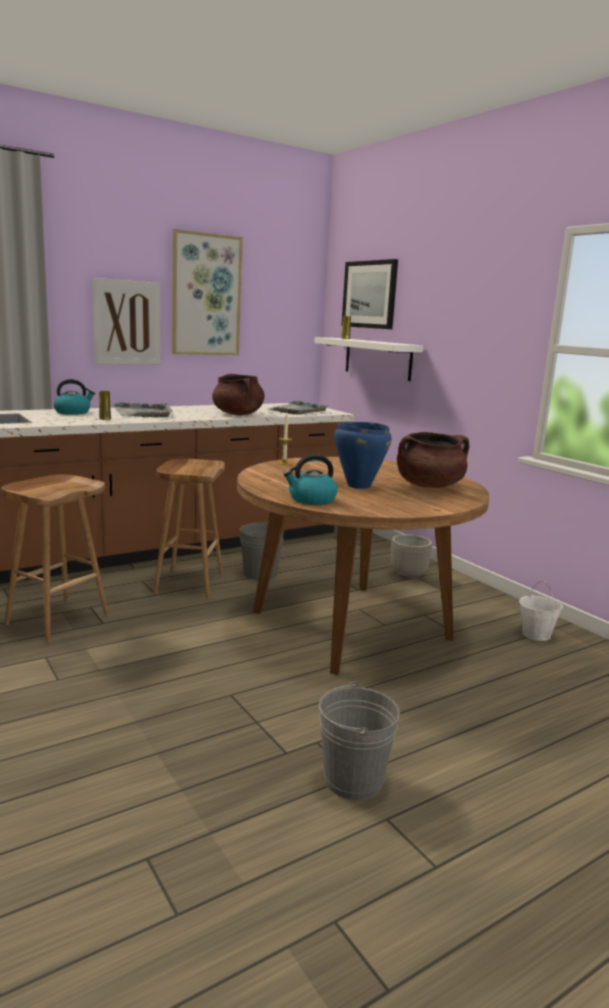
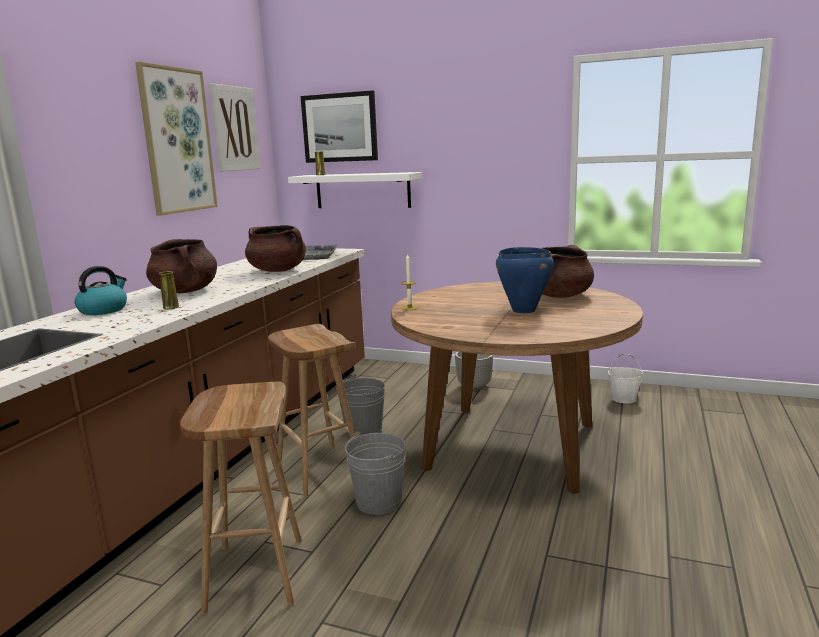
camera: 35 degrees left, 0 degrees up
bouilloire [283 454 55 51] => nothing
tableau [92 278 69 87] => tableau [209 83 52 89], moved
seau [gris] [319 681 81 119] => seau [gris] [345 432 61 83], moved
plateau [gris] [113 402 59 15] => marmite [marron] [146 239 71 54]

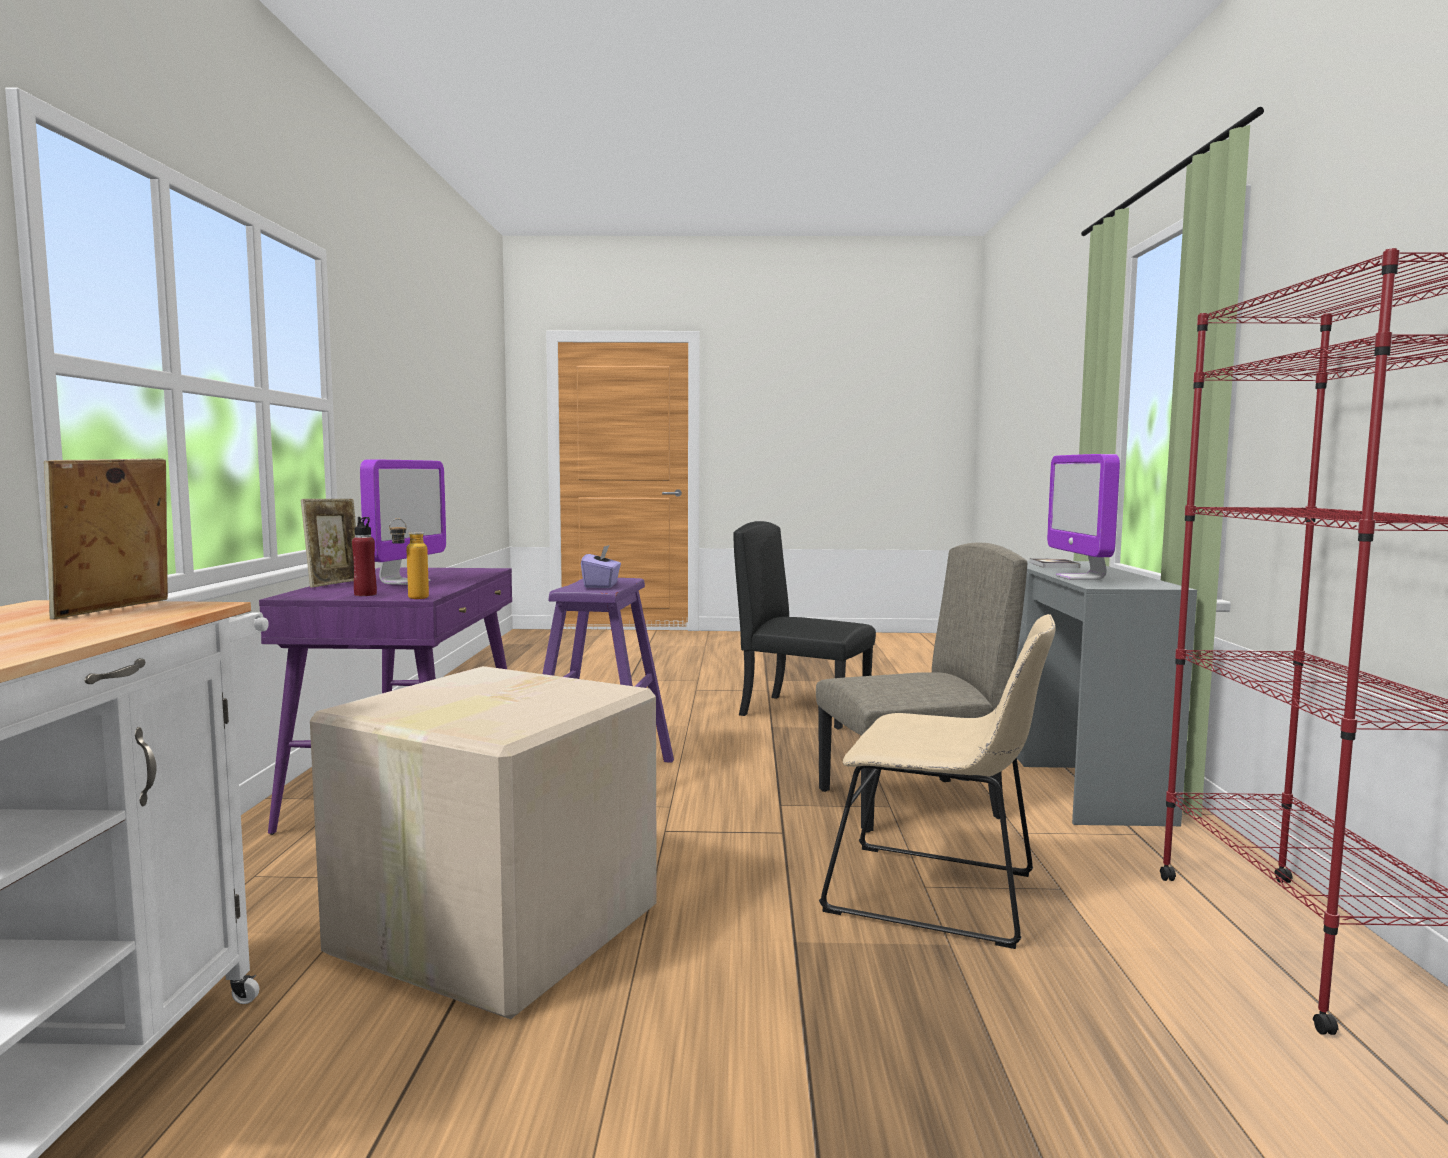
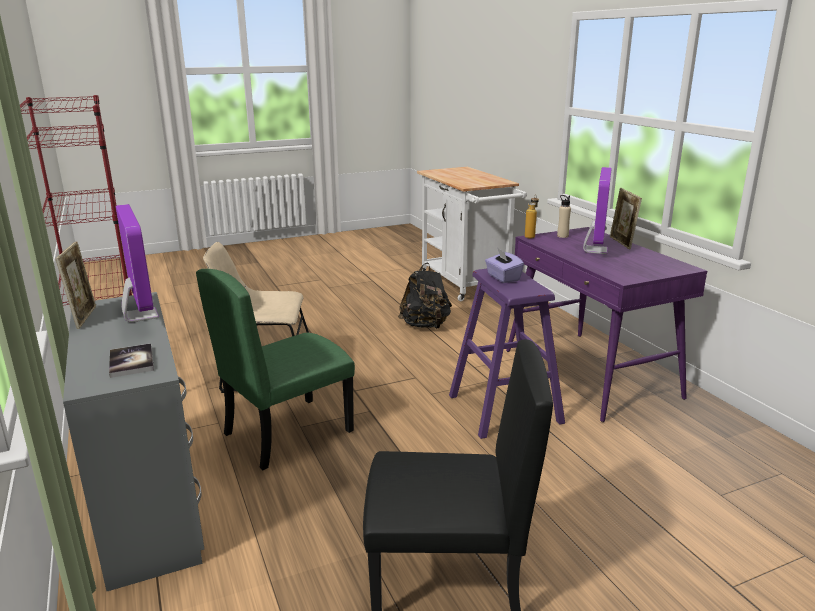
camera: 155 degrees right, 15 degrees up
cadre photo [44 458 124 161] => cadre photo [55 241 41 88], moved
carton [310 666 347 353] => sac à dos [noir] [398 263 54 66]
bouteille [rouge] [352 517 25 79] => bouteille [beige] [557 195 14 43]
chaise [beige] [816 542 211 291] => chaise [vert] [196 269 159 201]
écran d'ordinateur [360 460 86 125] => écran d'ordinateur [583 167 29 87], 150 degrees counterclockwise

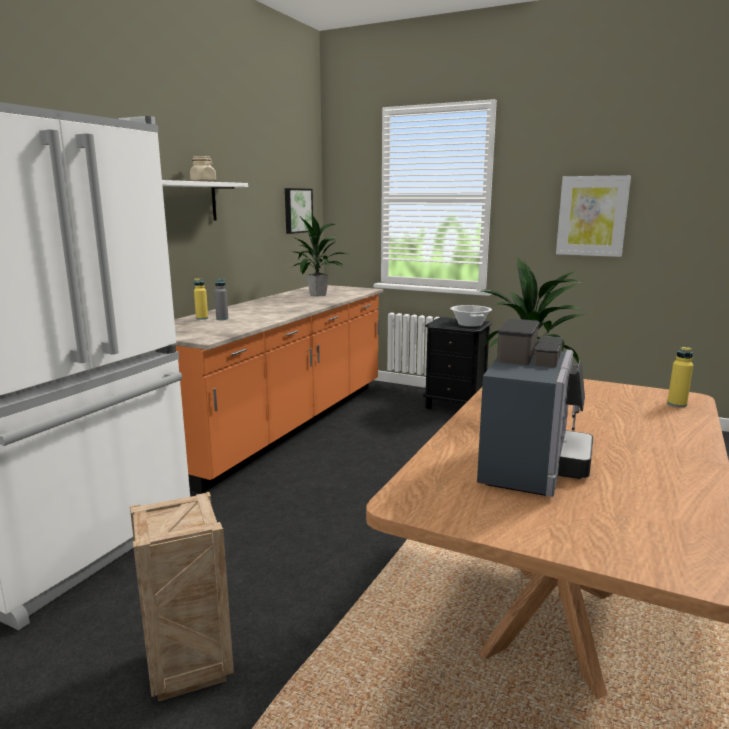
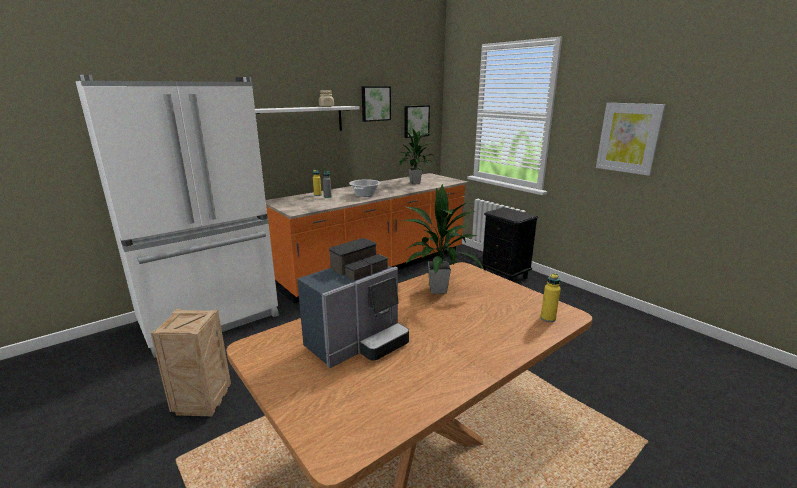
camera: 25 degrees right, 5 degrees up
nothing => tableau [362 86 29 36]
marmite [450 305 42 22] => marmite [349 179 32 18], moved

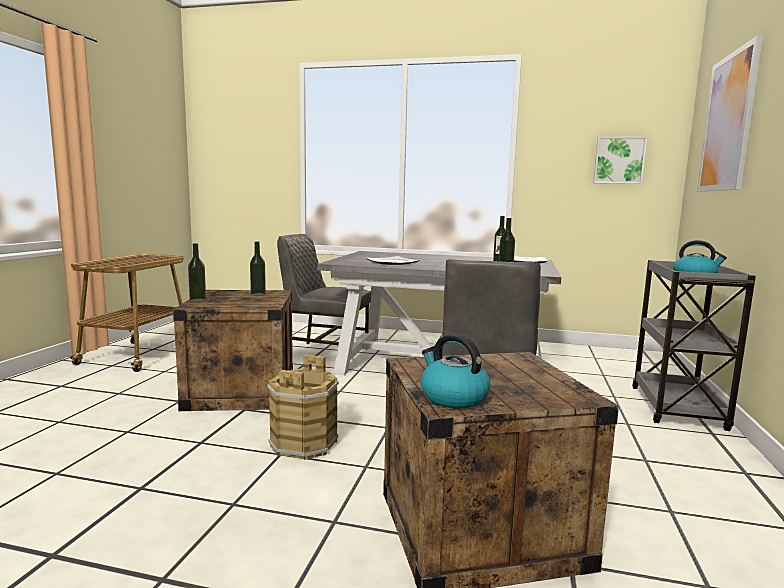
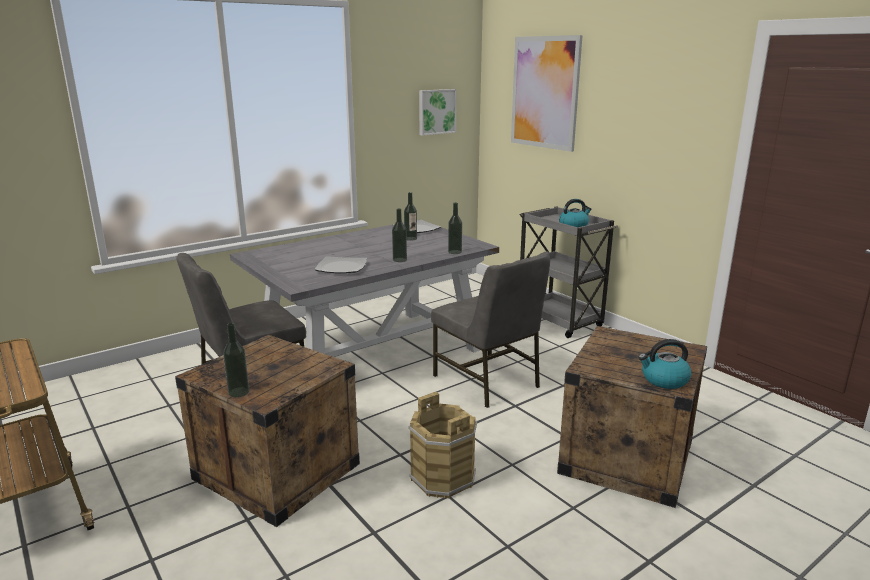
camera: 50 degrees left, 10 degrees up
bouteille [250 241 16 55] => bouteille [392 209 15 53], moved

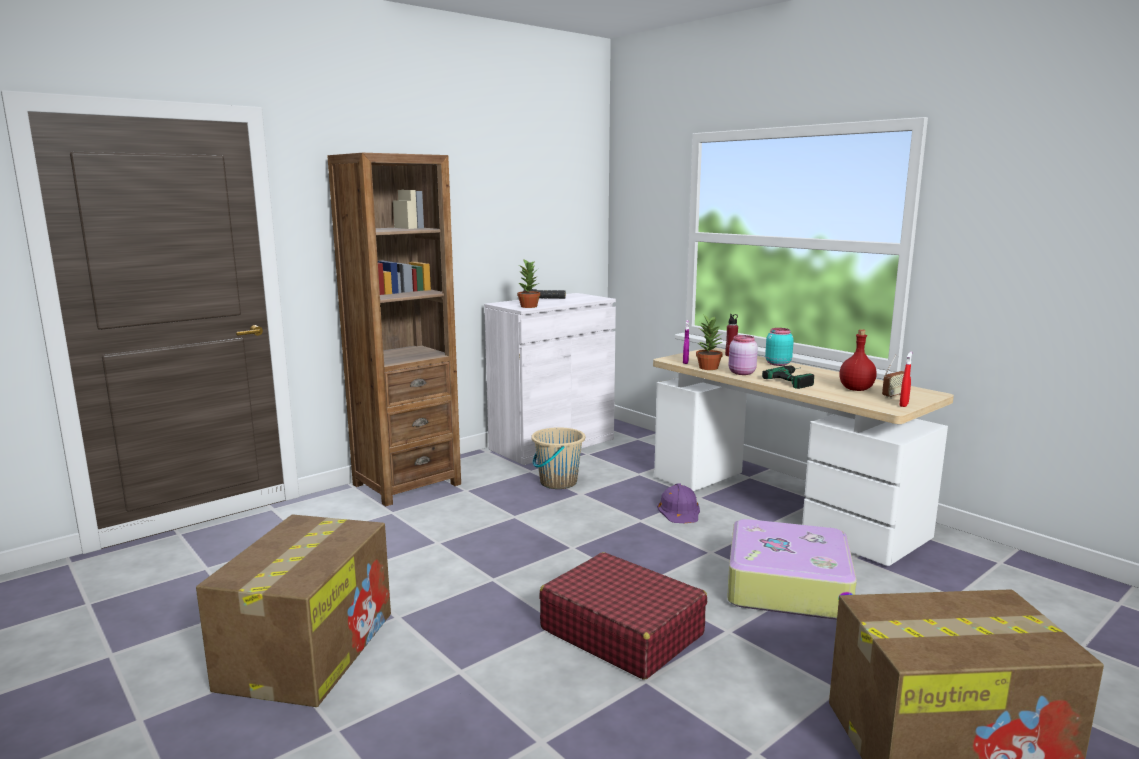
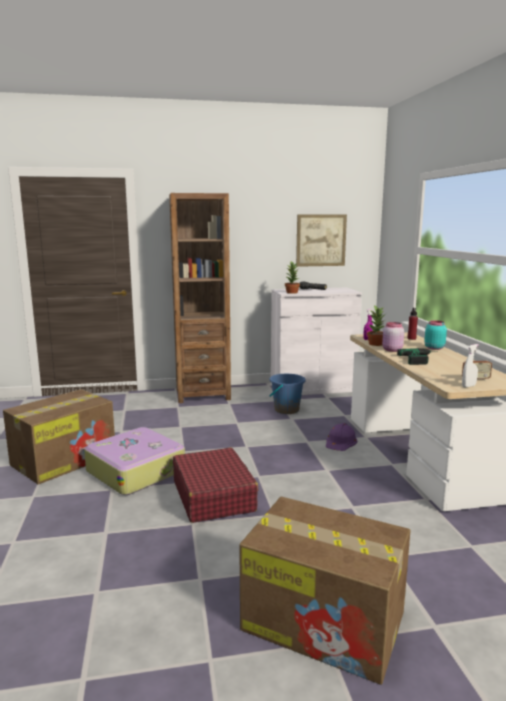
camera: 30 degrees right, 0 degrees up
bouteille [rouge] [839 329 38 62] => nothing
nothing => tableau [296 214 51 53]
valise [727 519 130 101] => valise [84 427 101 68], moved
seau [beige] [531 427 54 62] => seau [bleu] [269 374 36 40]
vaporisateur [rouge] [900 352 12 55] => vaporisateur [blanc] [462 344 17 44]

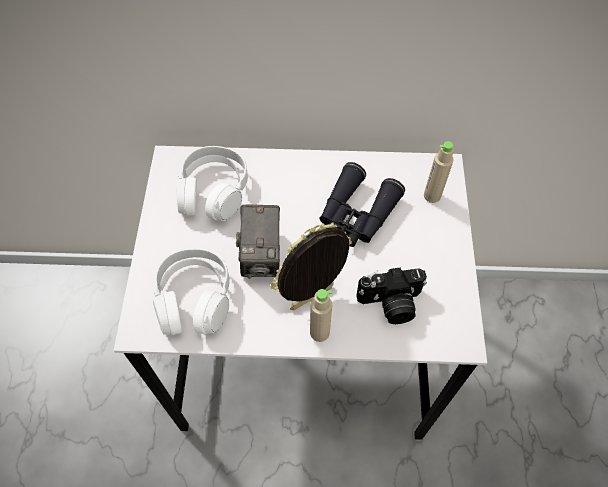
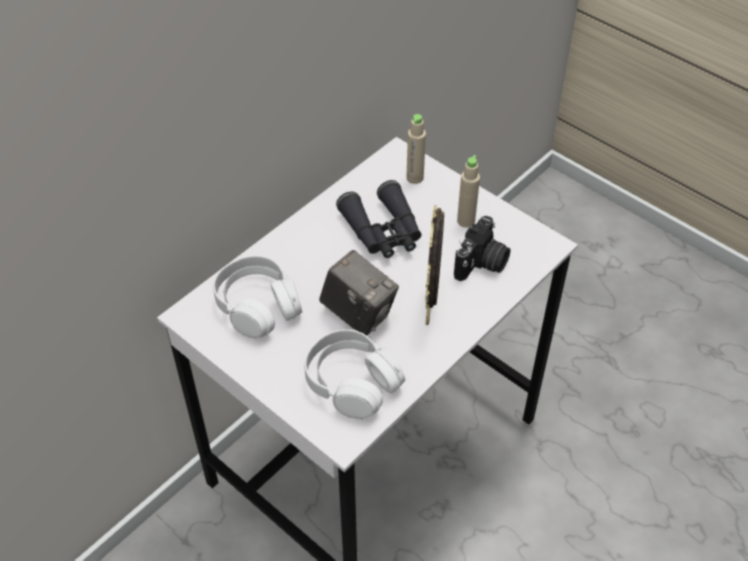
camera: 50 degrees left, 10 degrees down
bouteille [beige] [310 289 22 53] => bouteille [beige] [457 155 23 73], moved

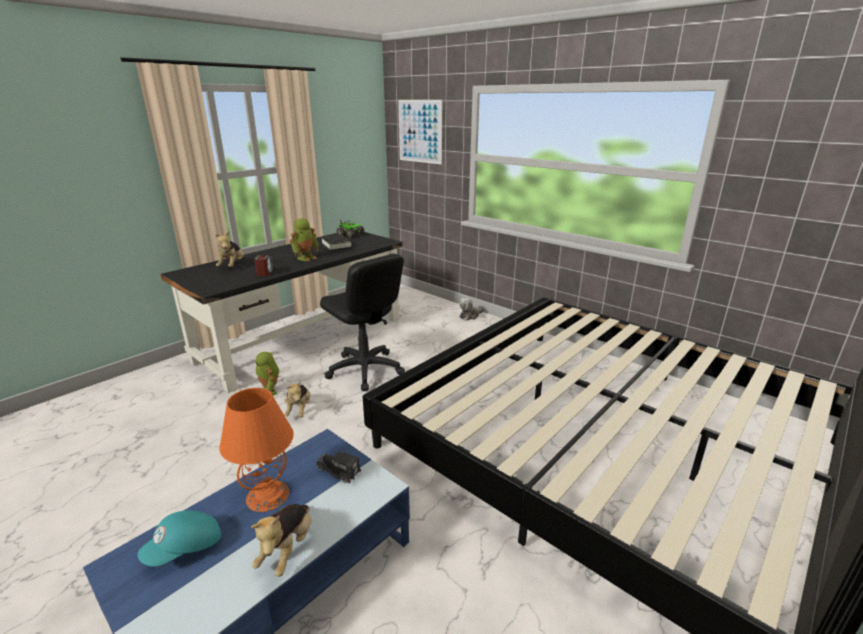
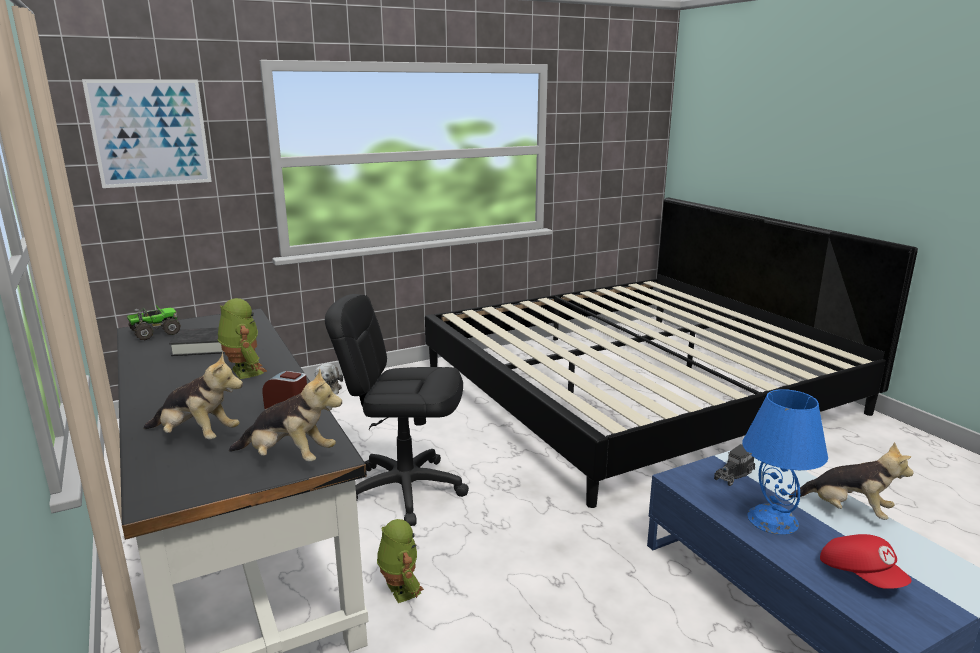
camera: 70 degrees left, 5 degrees down
peluche [284 381 27 37] => peluche [229 368 113 94], moved
casquette [turquoise] [138 510 83 57] => casquette [rouge] [820 534 92 55]
lampe de table [orange] [220 388 74 124] => lampe de table [bleu] [742 389 86 146]
robot jouet [255 352 24 44] => robot jouet [377 519 47 84], 105 degrees counterclockwise
chaise de bureau [noir] [320 254 85 137] => chaise de bureau [noir] [325 294 144 232], 150 degrees counterclockwise

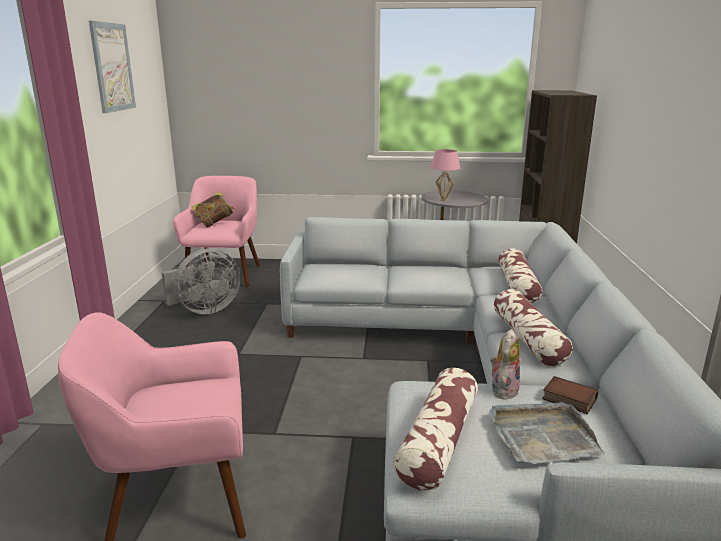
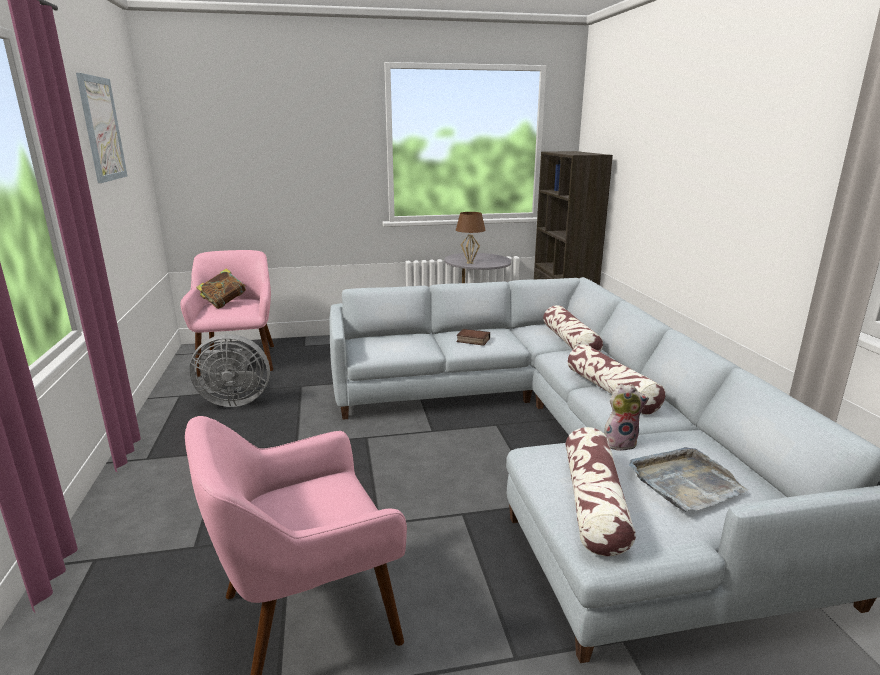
camera: 15 degrees left, 0 degrees up
livre [542 376 56 38] => livre [456 329 34 17], moved
lampe de table [rose] [430 149 30 52] => lampe de table [marron] [456 212 30 52]
ventilateur [gris] [162 248 78 66] => ventilateur [gris] [190 334 80 73], 45 degrees clockwise
peluche [491 329 29 71] => peluche [604 384 45 67], 75 degrees clockwise

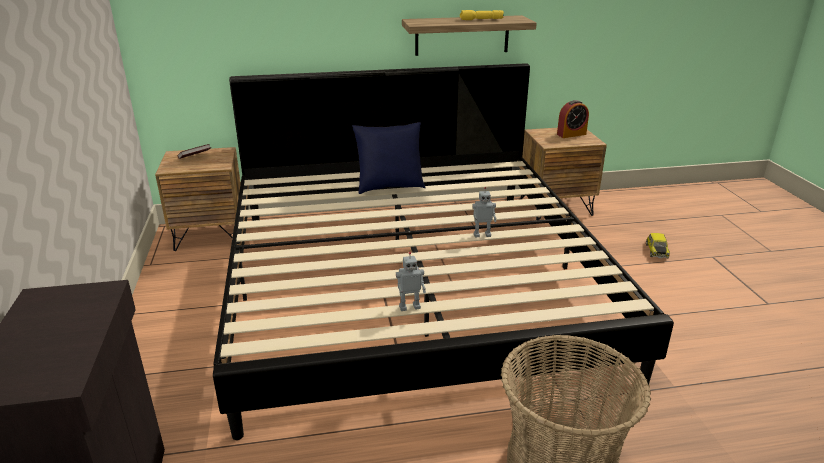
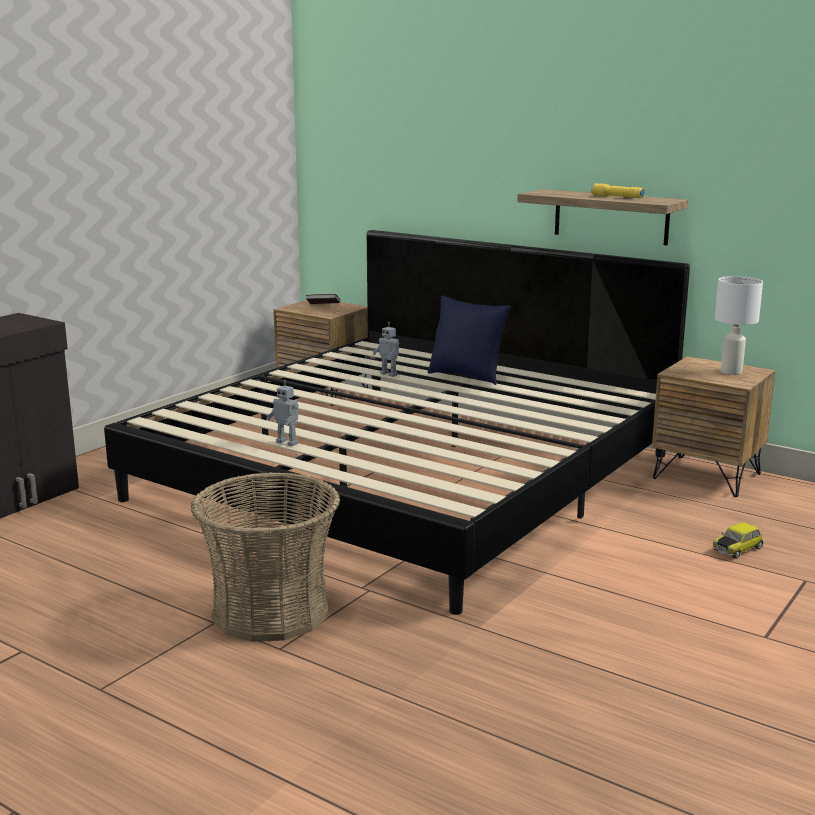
camera: 45 degrees right, 10 degrees down
robot jouet [472 187 24 50] => robot jouet [373 322 26 55], moved
réveil [557 100 32 38] => lampe de table [blanc] [715 276 48 99]

